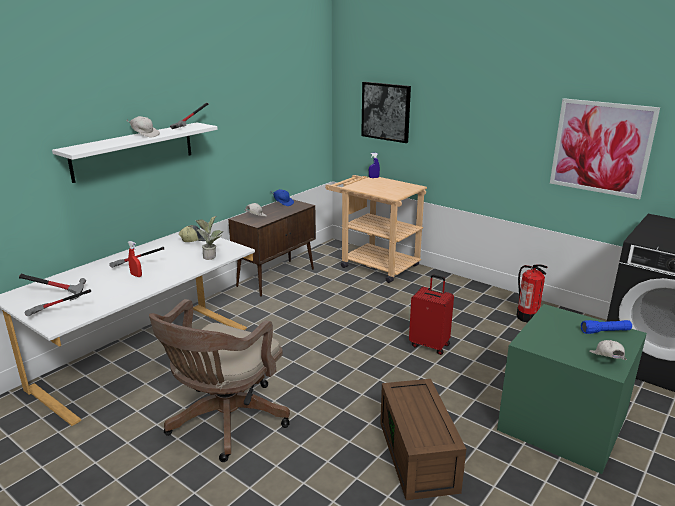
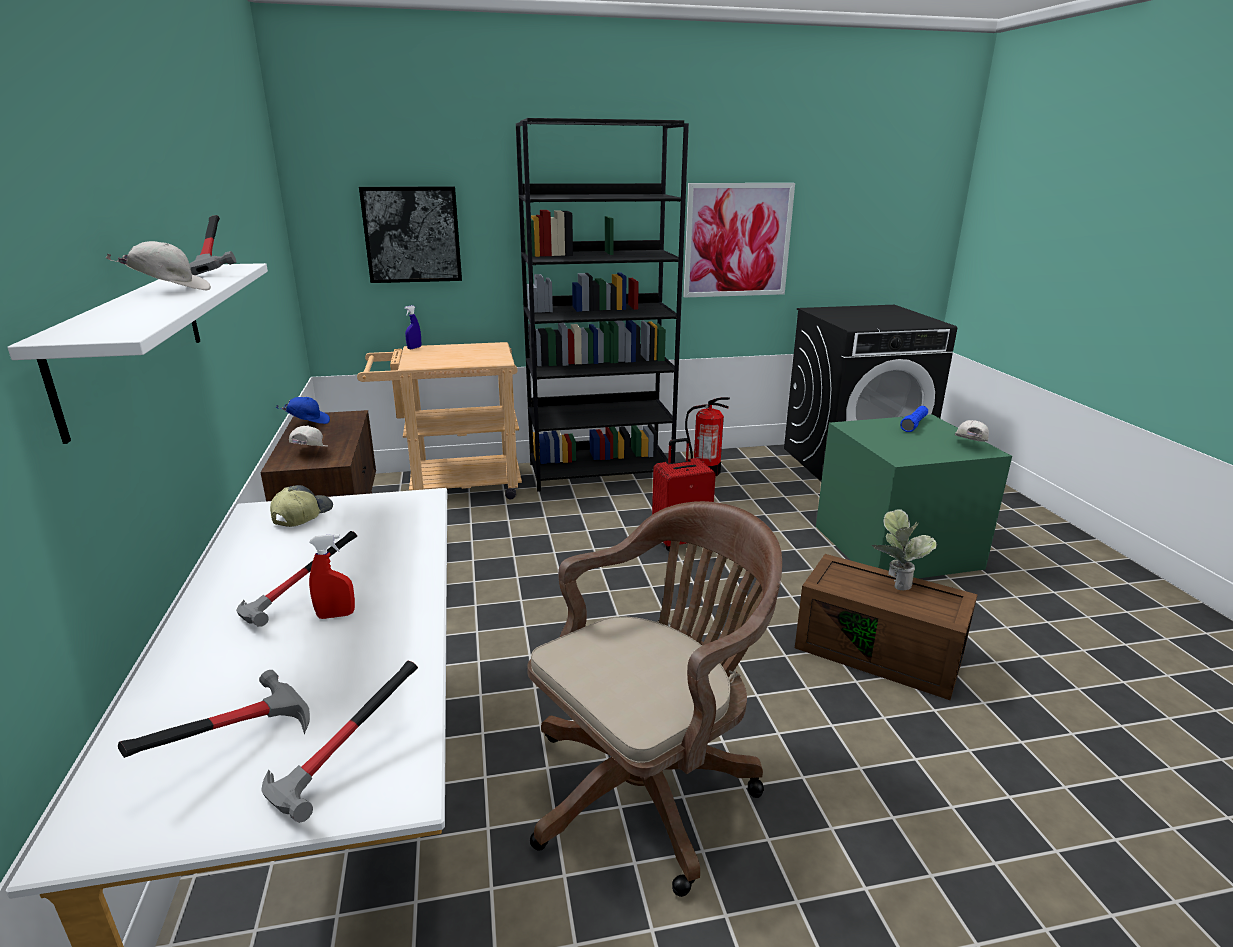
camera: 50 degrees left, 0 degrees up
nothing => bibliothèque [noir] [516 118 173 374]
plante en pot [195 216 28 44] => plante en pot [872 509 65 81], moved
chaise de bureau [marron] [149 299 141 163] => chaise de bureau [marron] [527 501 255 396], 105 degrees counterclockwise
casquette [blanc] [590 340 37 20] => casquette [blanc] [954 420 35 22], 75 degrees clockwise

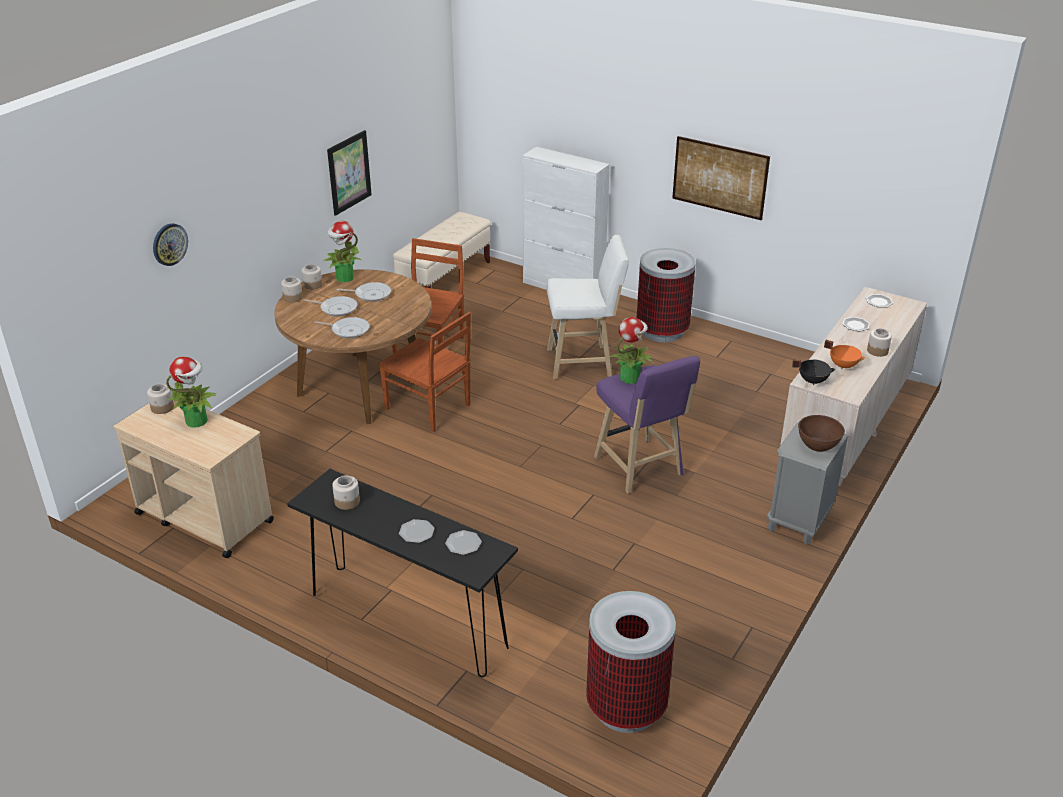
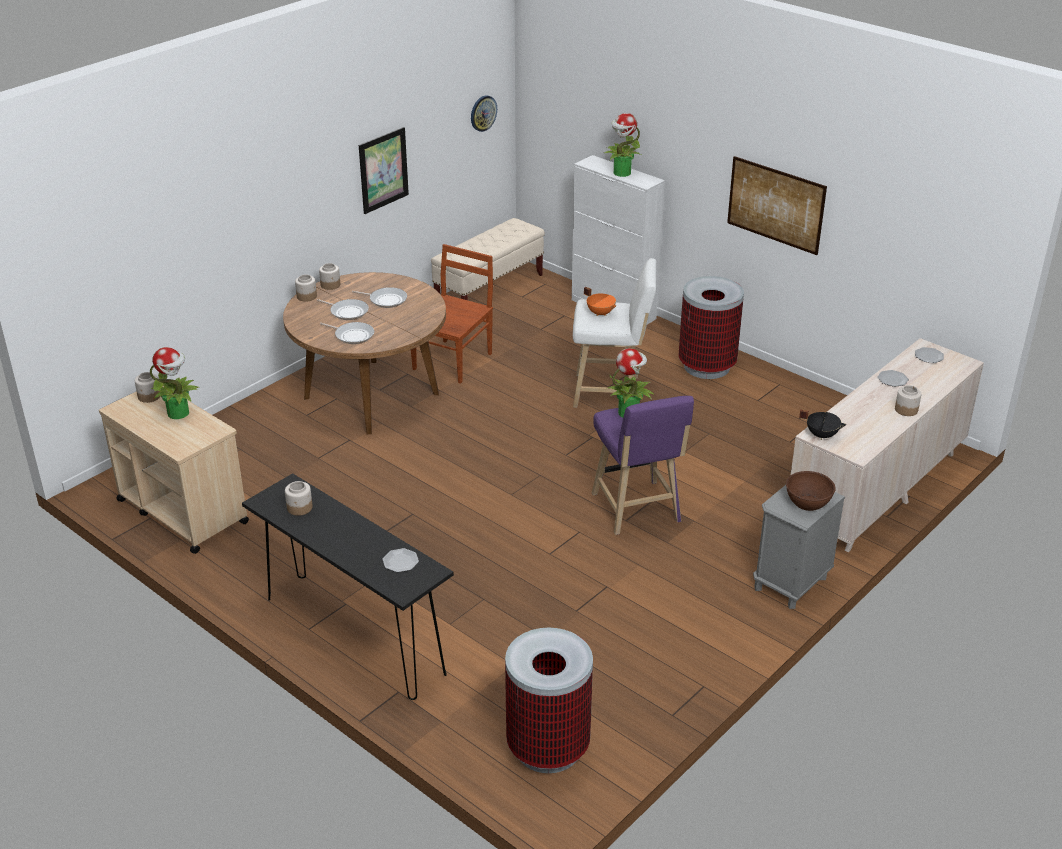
camera: 10 degrees right, 0 degrees up
chaise [marron] [378 312 93 120] => nothing
assiette [399 519 36 24] => nothing
horloge murale [153 223 35 43] => horloge murale [471 95 26 37], moved
plante en pot [323 221 38 61] => plante en pot [604 113 37 64], moved
marmite [orange] [824 340 41 29] => marmite [orange] [584 287 32 29], moved

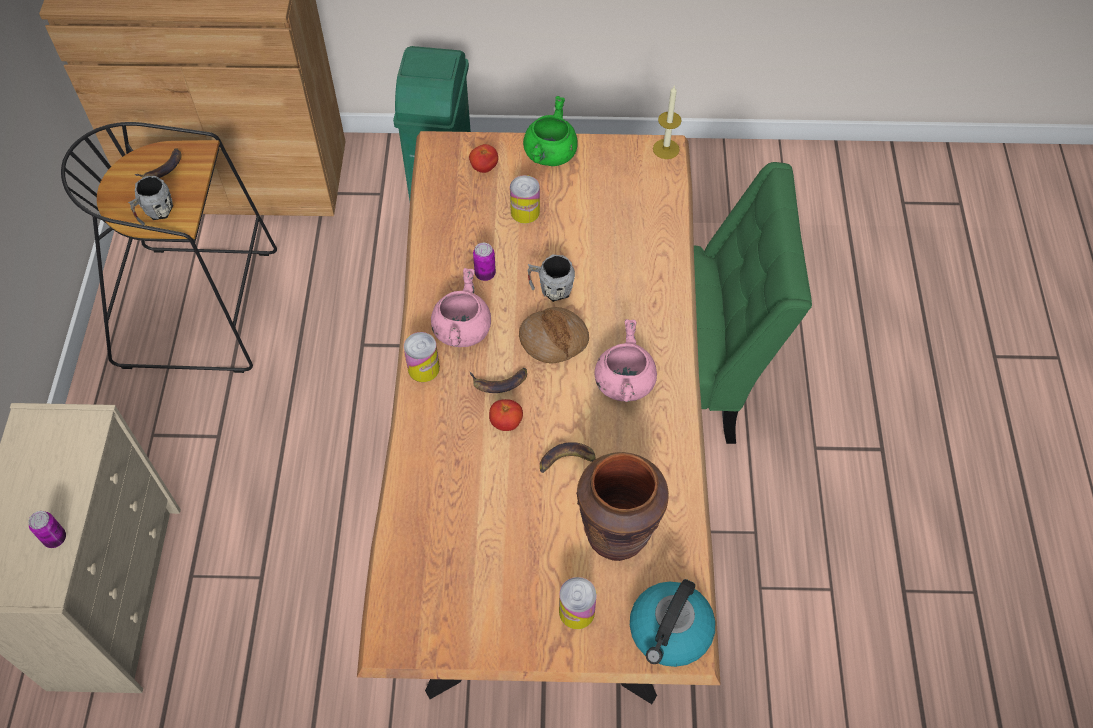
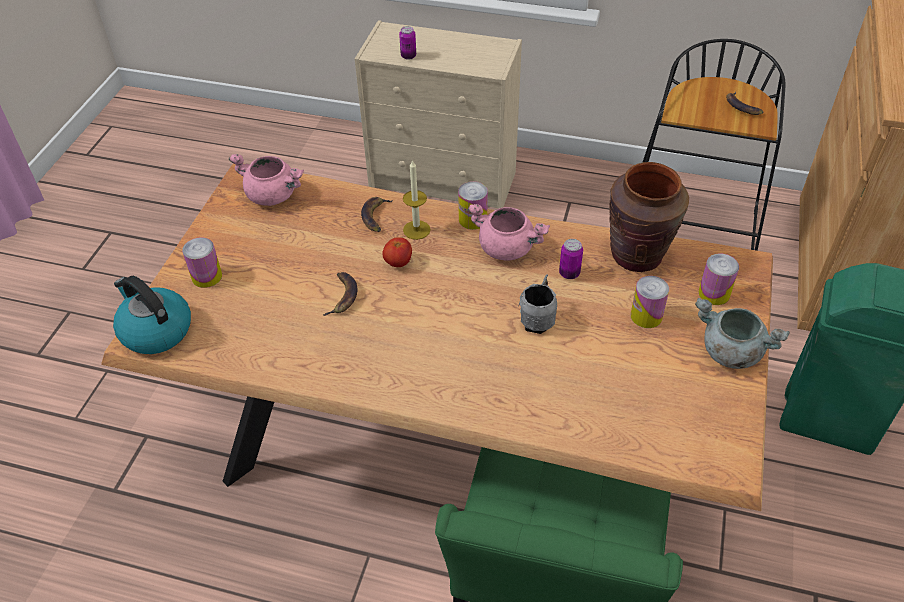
camera: 105 degrees right, 10 degrees down
mug [gris] [128 176 45 49] => nothing
pain [519 307 70 56] => nothing
banane [470 368 57 25] => banane [361 197 32 35], moved
vase [marron] [576 452 93 109] => vase [marron] [609 162 80 110], moved
marmite [rose] [595 319 62 83] => marmite [rose] [229 154 75 52], moved
bougie [653 86 29 73] => bougie [403 160 28 80], moved
tomate [469 144 29 29] => boîte métallique [699 254 40 51]
marmite [vert] [523 96 55 70] => marmite [gris] [695 298 95 71]

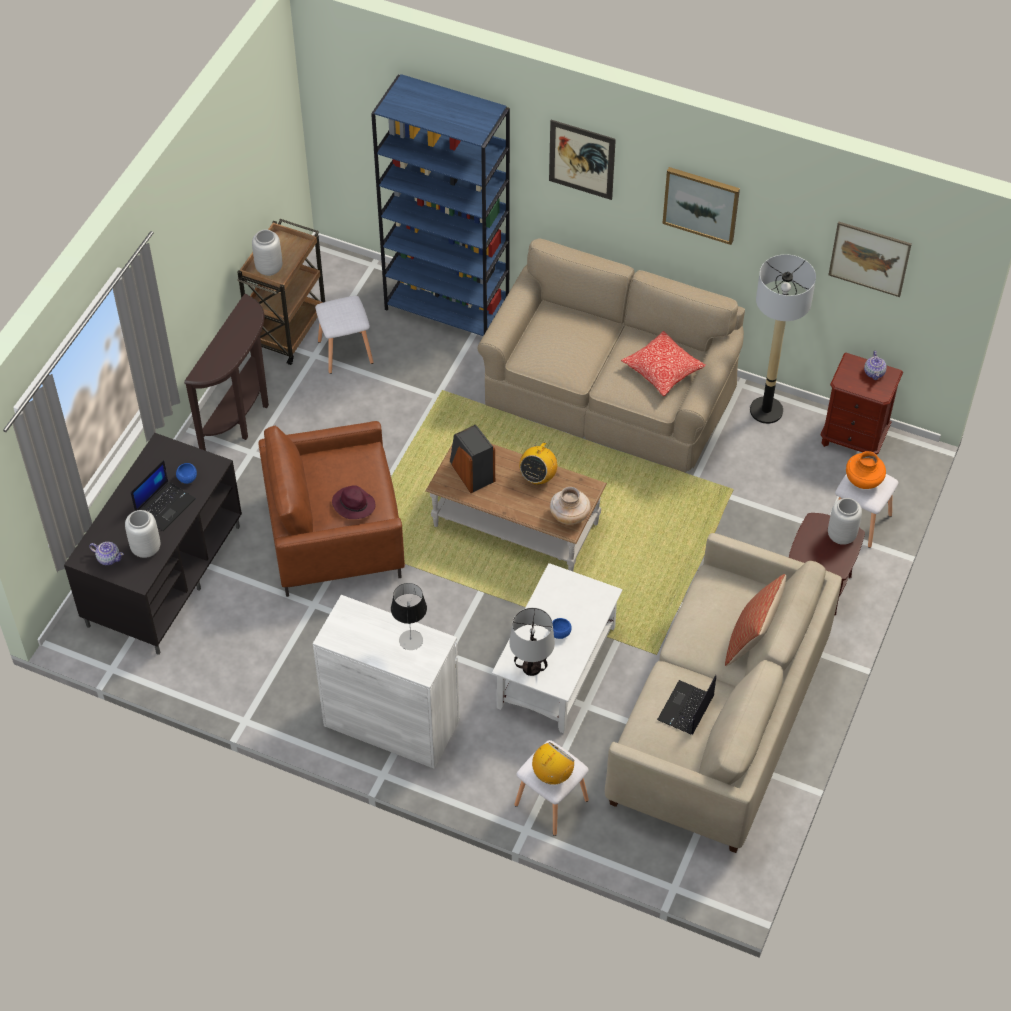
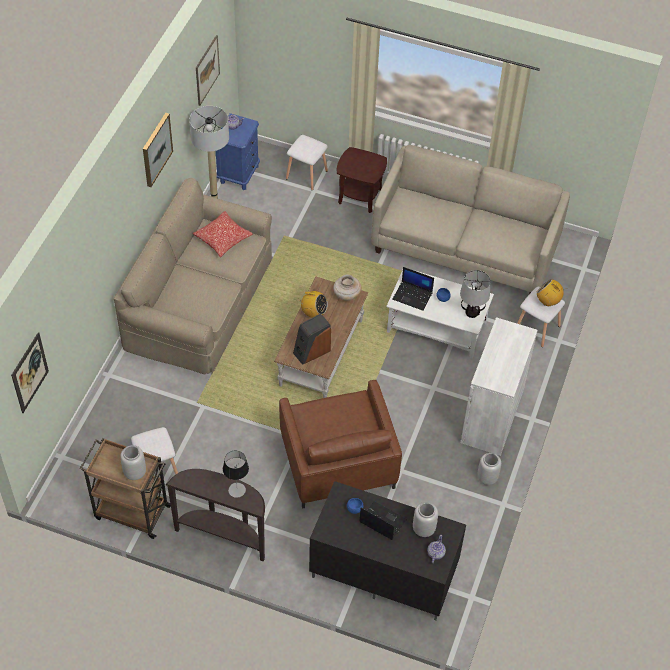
camera: 95 degrees left, 0 degrees up
chapeau [violet] [332 485 43 34] => nothing
bibliothèque [bleu] [371 74 139 262] => nothing
coussin [725 574 61 92] => nothing
vase [orange] [846 451 40 38] => nothing
lampe de table [391 583 36 67] => lampe de table [223 450 26 48], moved
tableau [549 120 67 80] => tableau [11 332 38 81], moved
ordinateur portable [657 675 59 60] => ordinateur portable [392 267 42 44], moved
vase [gris] [828 498 34 47] => vase [gris] [477 453 24 32], moved
table de chevet [marron] [821 353 82 102] => table de chevet [bleu] [216 113 44 77]

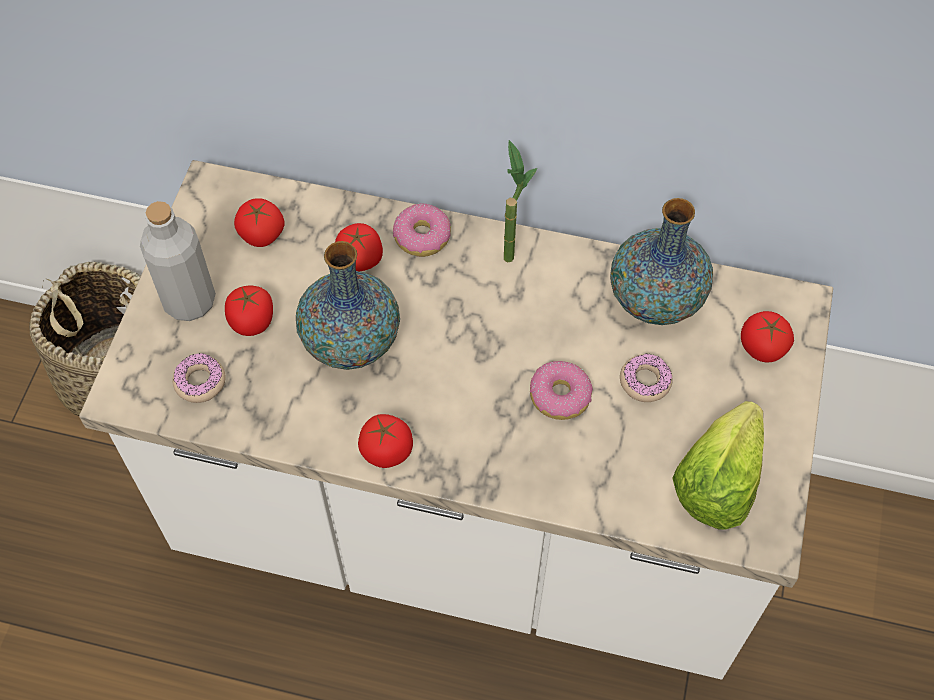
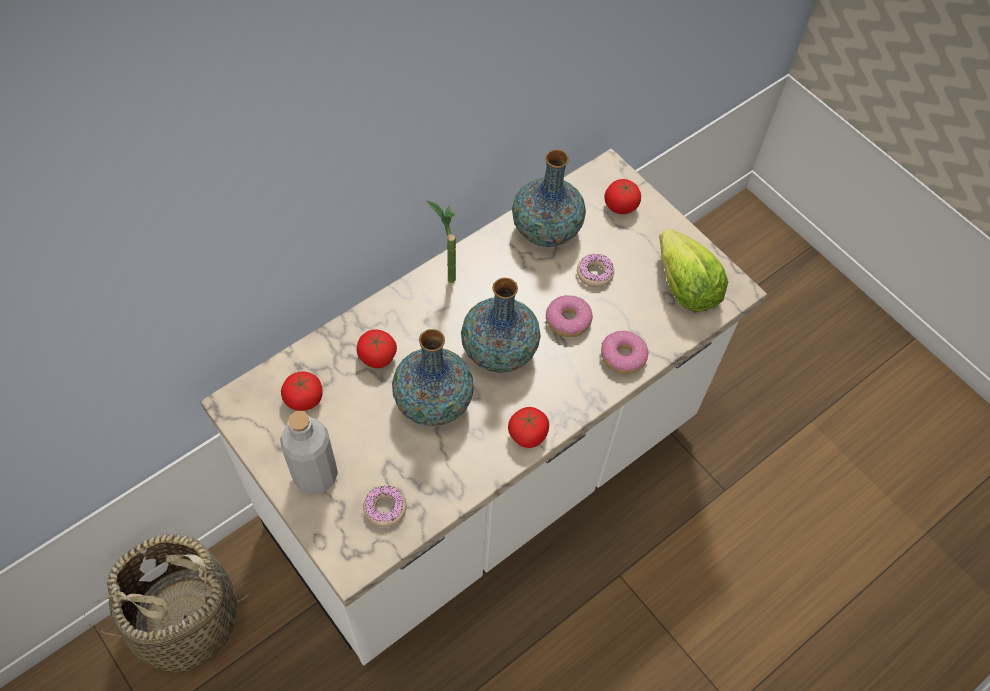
camera: 55 degrees left, 0 degrees up
tomate [225 286 48 50] => nothing
nothing => vase [461 278 80 95]
beignet [393 204 58 53] => beignet [601 331 48 43], moved

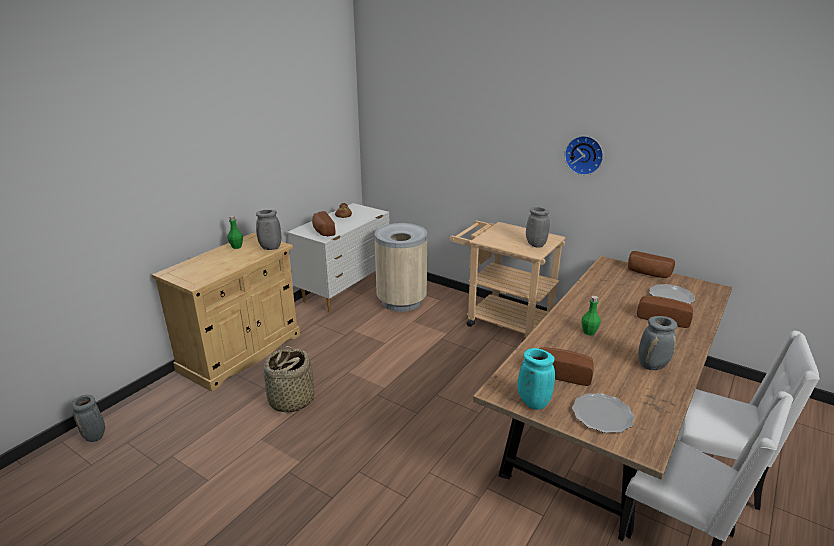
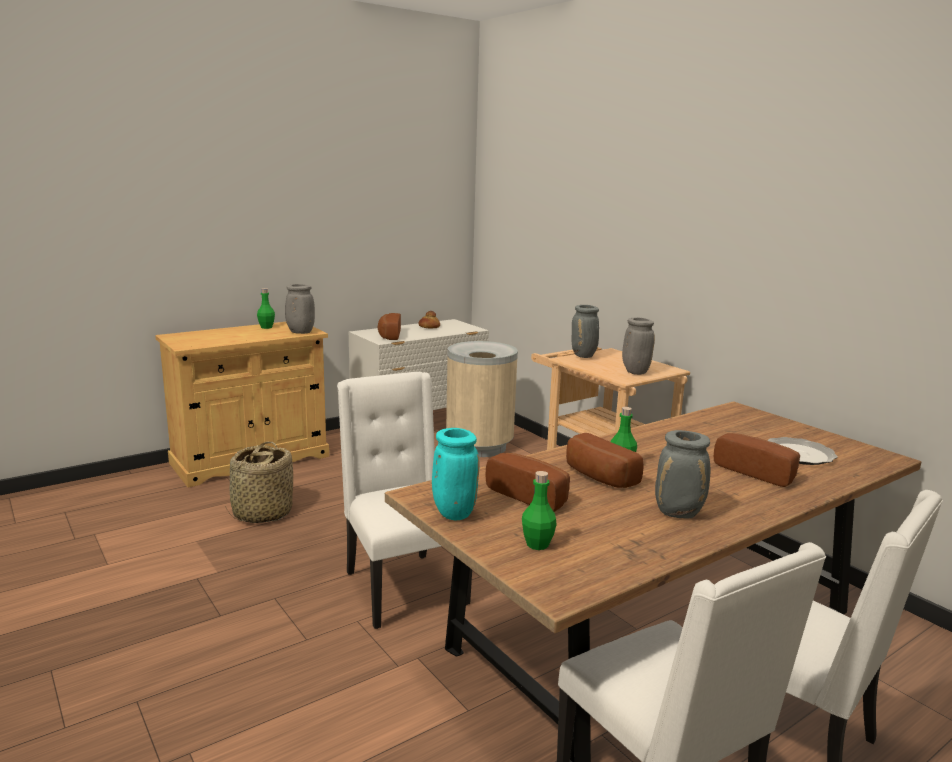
camera: 20 degrees right, 10 degrees down
horloge murale [564 136 39 39] => nothing
nothing => chaise [blanc] [337 372 135 257]
vase [gris] [72 395 33 47] => vase [gris] [572 305 27 53], moved
pain [628 251 47 27] => pain [566 433 78 55], moved
assiette [572 393 63 40] => bouteille [vert] [522 471 35 79]

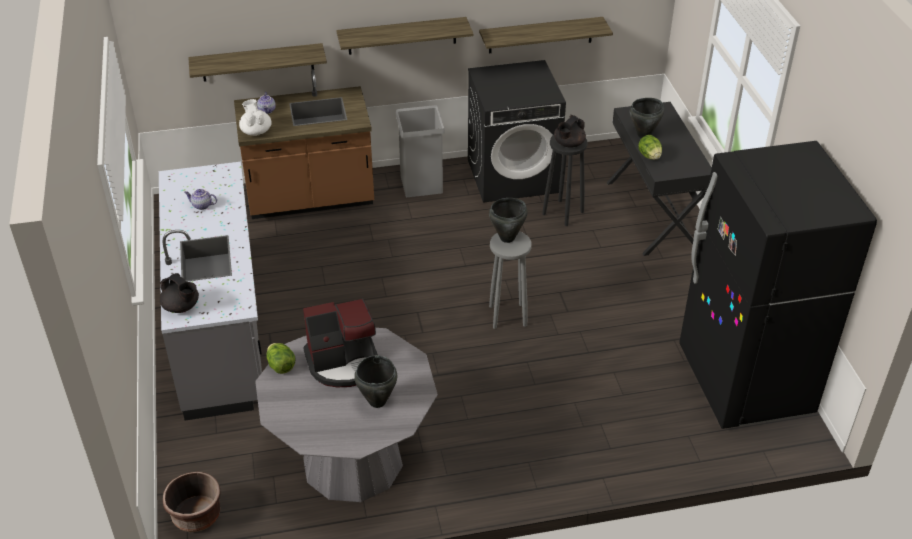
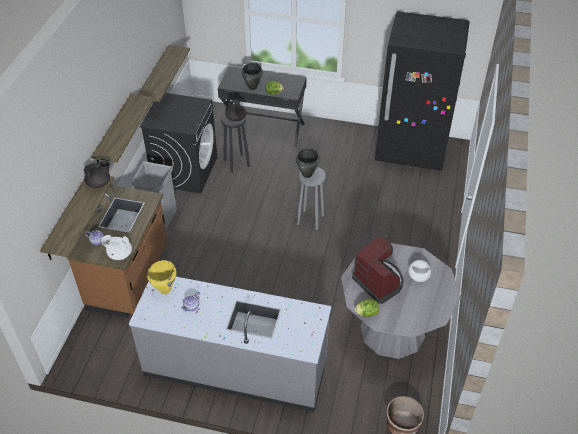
camera: 65 degrees left, 5 degrees up
nothing => marmite [jaune] [147 260 29 34]
théière [noir] [160 273 39 40] => théière [noir] [84 161 26 27], moved
marmite [noir] [354 355 43 53] => bol [blanc] [408 260 23 22]
machine à café [303 299 75 88] => machine à café [352 236 52 68], 45 degrees counterclockwise

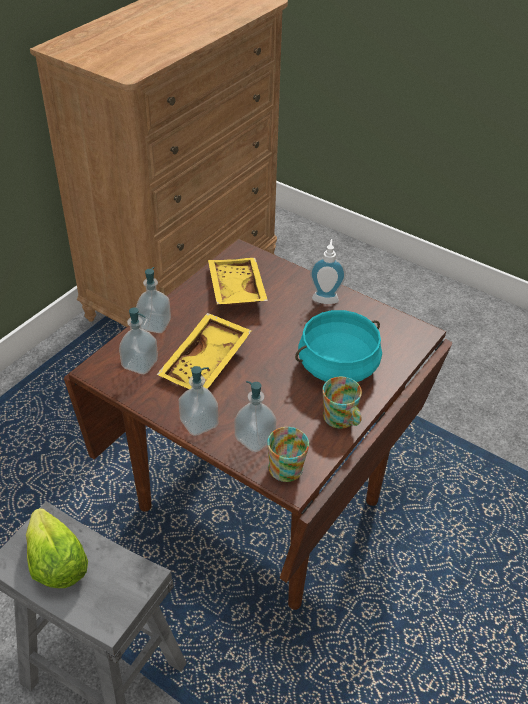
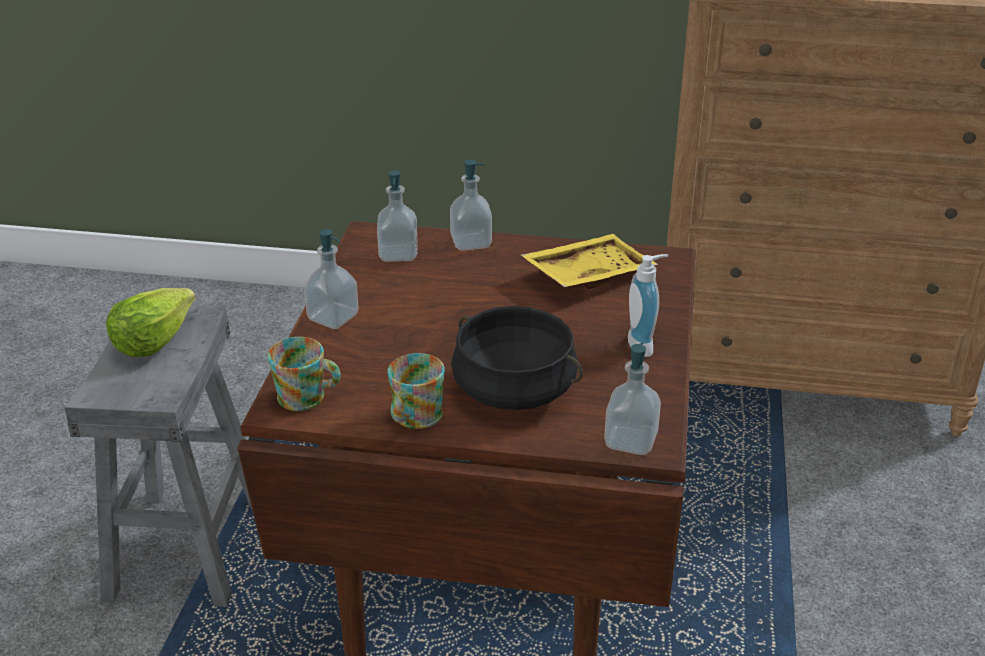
camera: 65 degrees right, 10 degrees down
plateau [jaune] [157 313 95 76] => nothing
distributeur de savon [234 381 42 71] => distributeur de savon [604 342 57 113], moved
marmite [turquoise] [295 310 87 72] => marmite [noir] [451 306 132 104]

